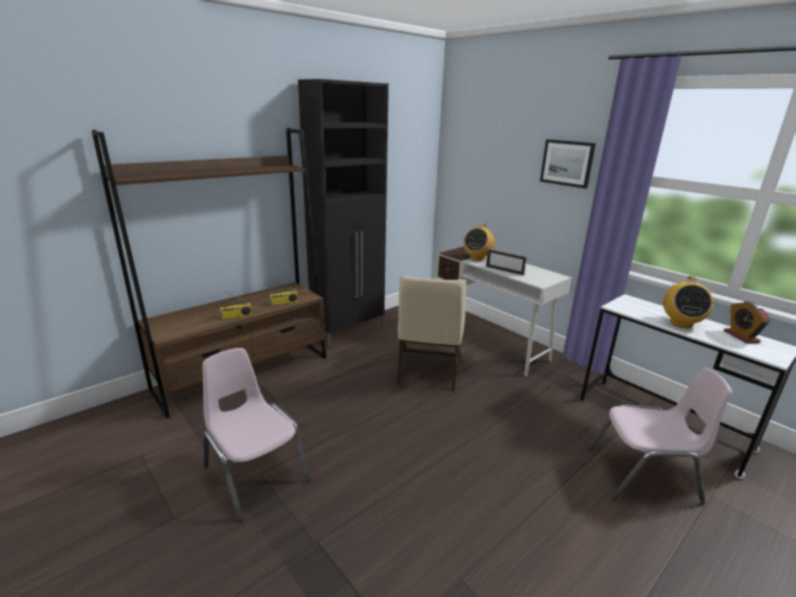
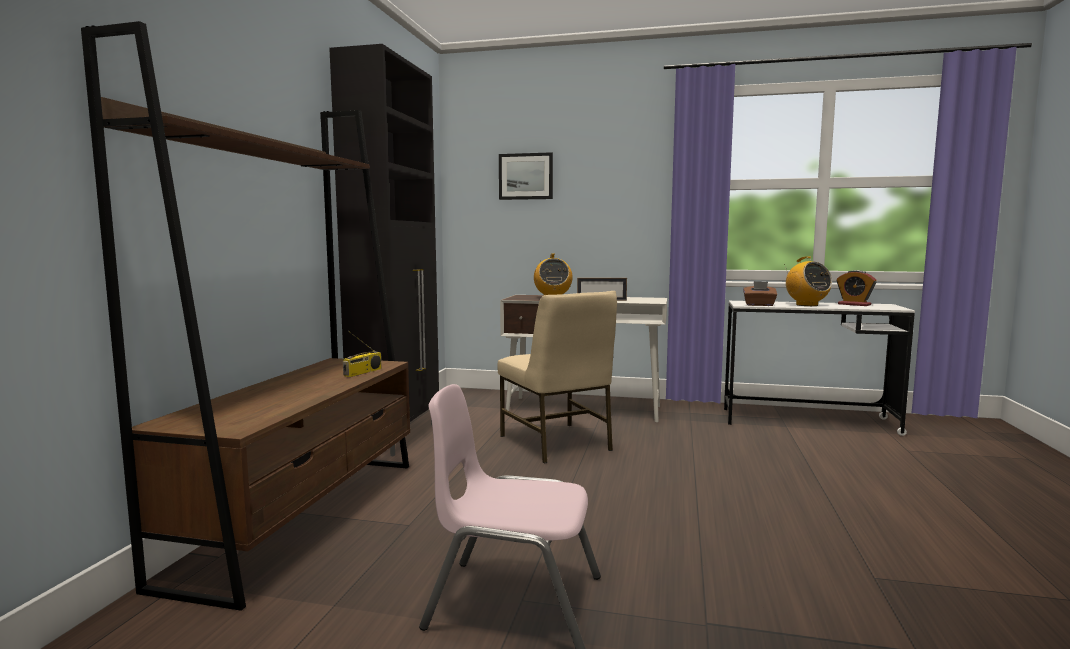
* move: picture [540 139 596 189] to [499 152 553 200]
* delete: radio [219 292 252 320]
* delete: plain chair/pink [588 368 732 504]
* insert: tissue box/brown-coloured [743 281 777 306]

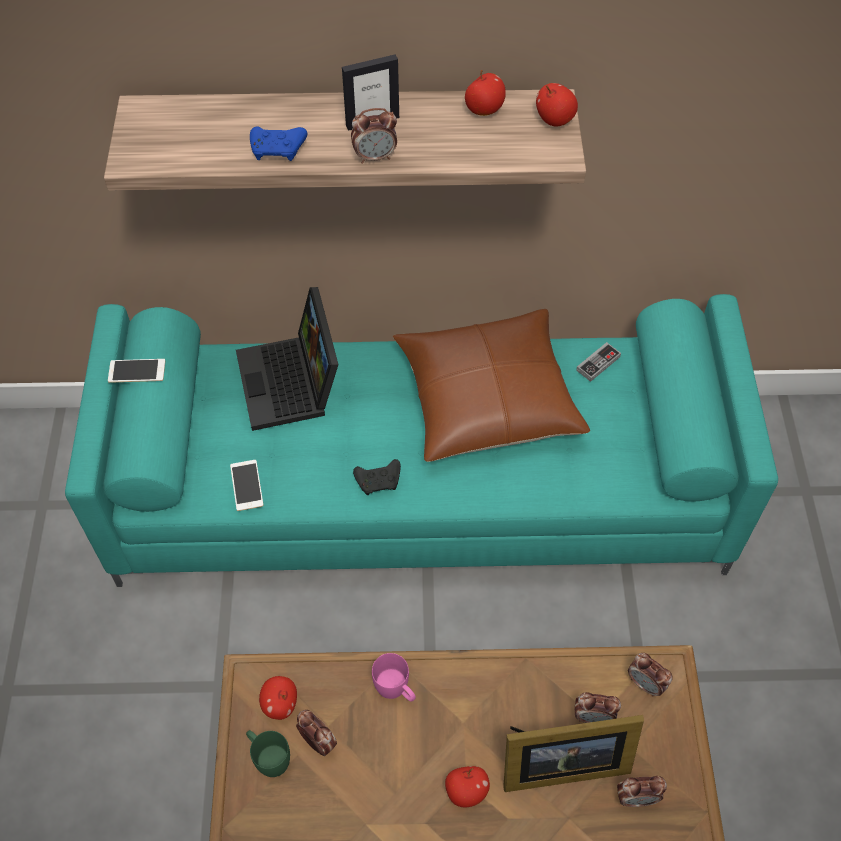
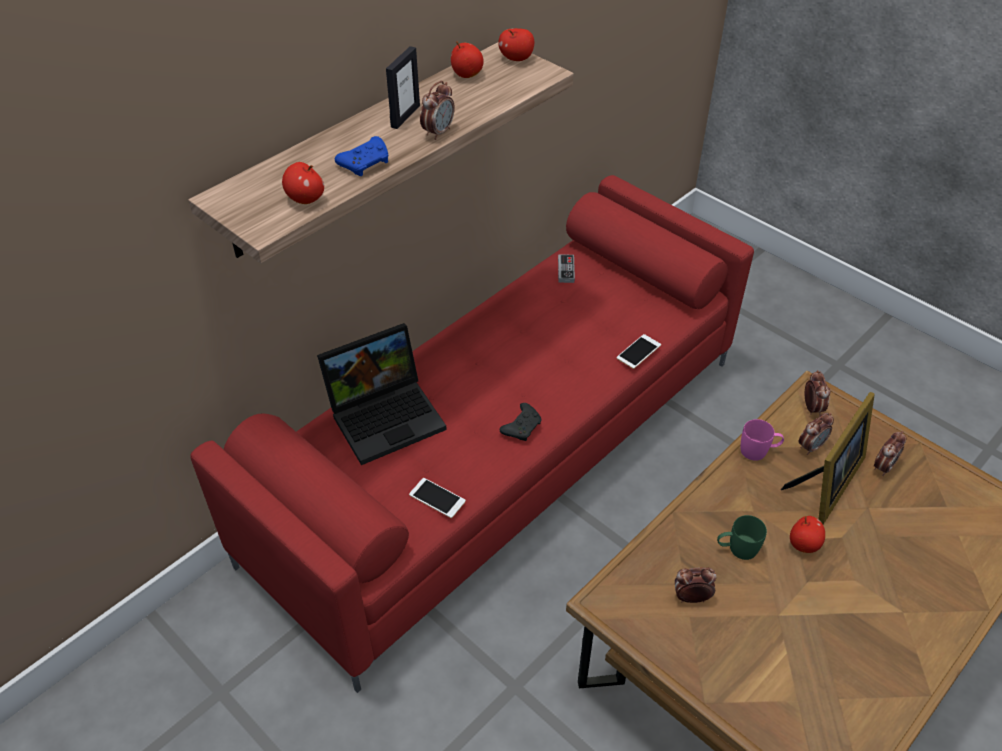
* rotate: portable computer [236 287 339 431] = [317 323 447 465] 60 degrees counterclockwise
* recolor: couch/turquoise-coloured [65 294 778 587] to couch/red [190 175 754 693]
* delete: pillow/brown-coloured [393 309 590 462]
* move: phone [108 359 165 383] to [616 334 661 369]
* move: tea mug/pink [372 653 416 702] to [741 419 784 461]
* rotate: table clock [628 653 673 696] = [805 370 830 416] 90 degrees counterclockwise
* move: whole apple [259 676 297 720] to [282 162 324 204]
* move: tea mug/green-coloured [246 730 290 777] to [717 515 767 560]

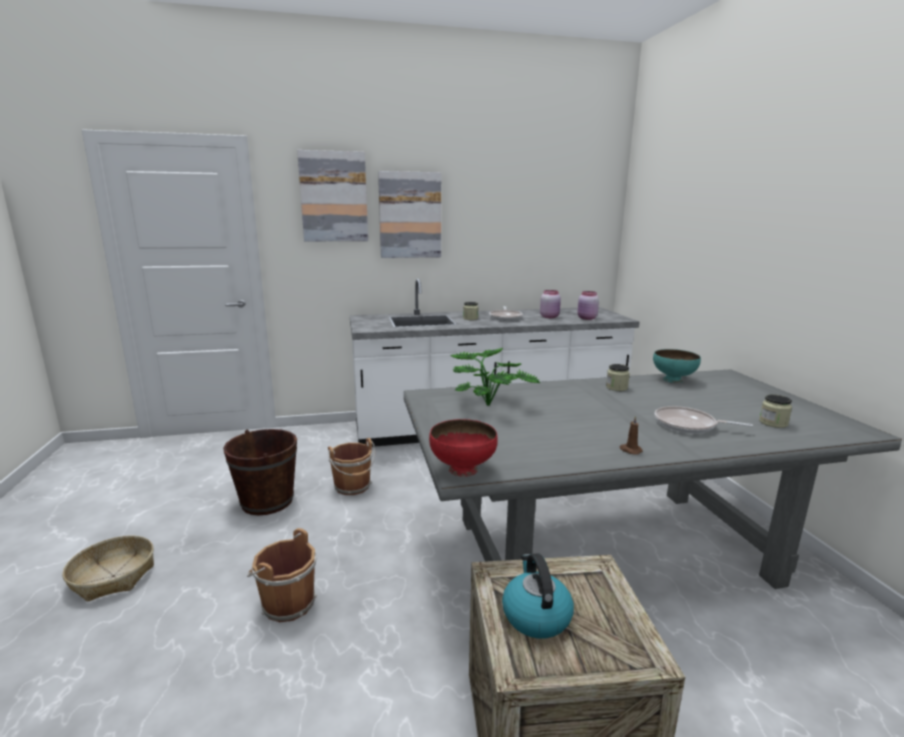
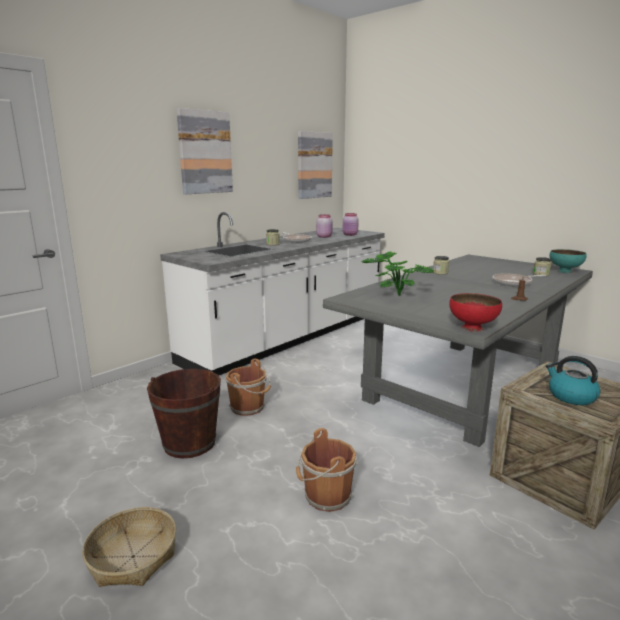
* move: picture [297 150 368 241] to [298 131 333 199]
* move: deep dish/turquoise-coloured [653 349 701 383] to [550 249 587 273]

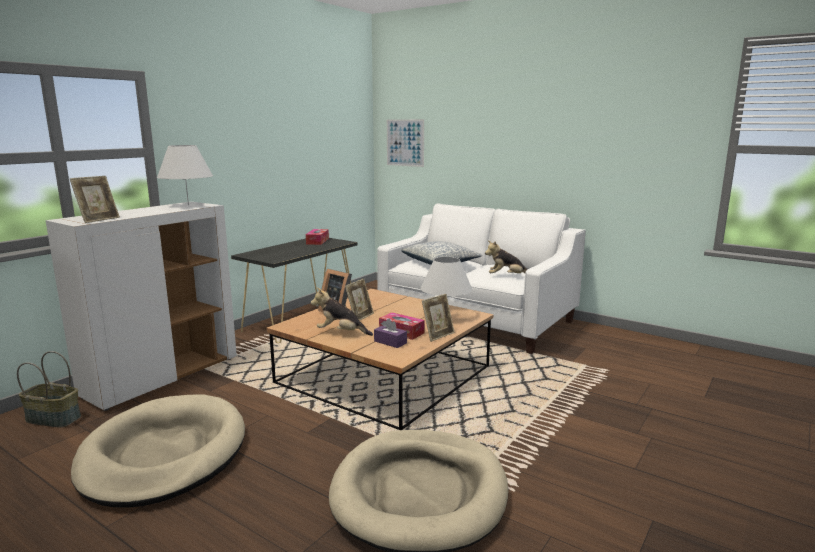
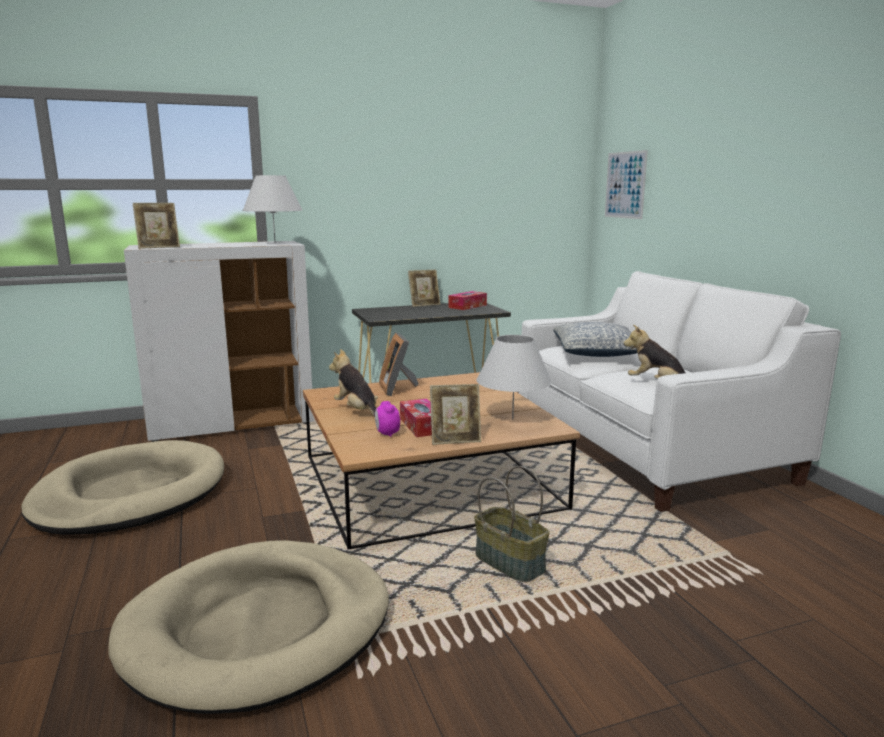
* move: standing frame [345 279 374 321] to [408 270 441 307]
* replace: tissue box/purple-coloured [374 318 407 348] to table clock [375 401 400 437]
* move: storage basket [17 351 81 428] to [474 466 549 582]

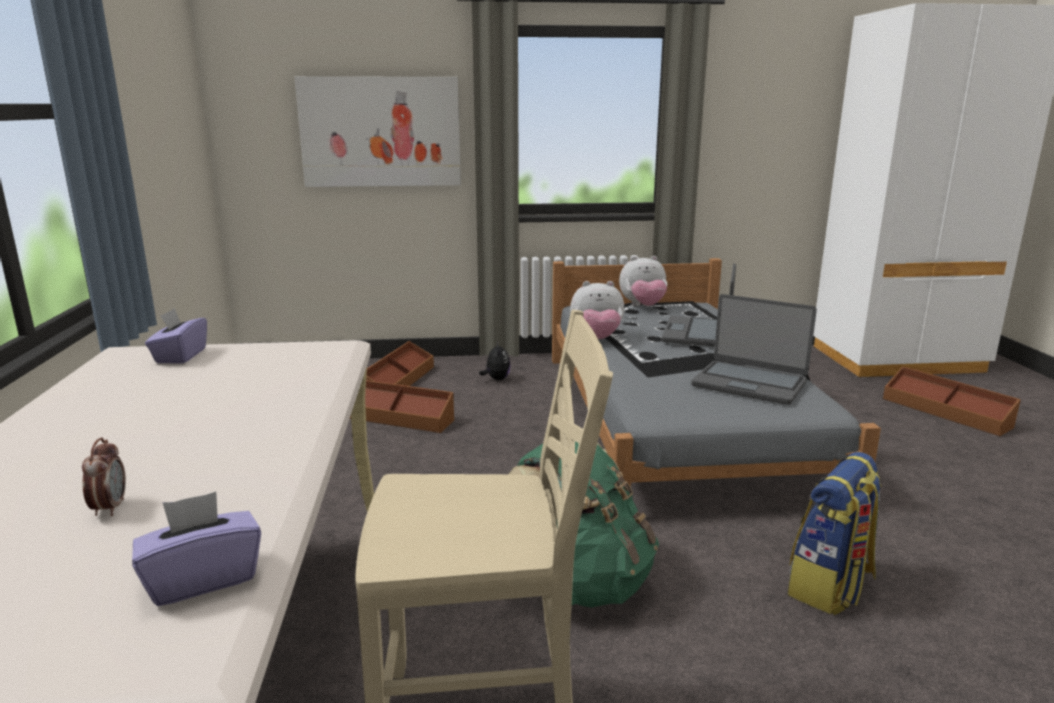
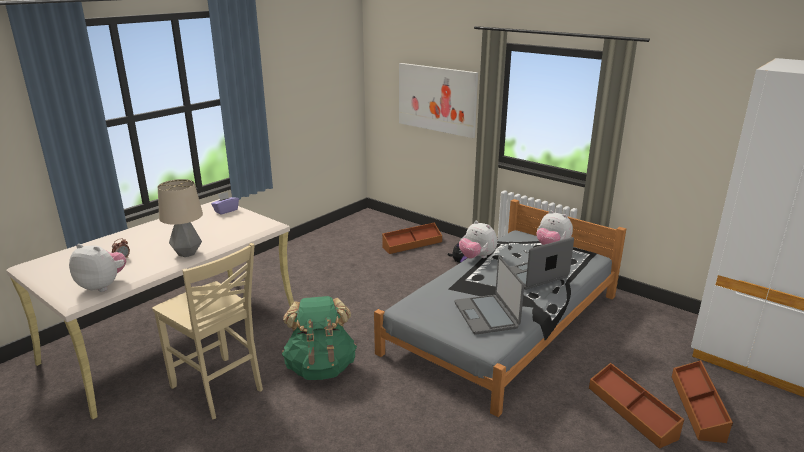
* move: storage box/brown-coloured [350 380 454 433] to [589 363 684 449]
* delete: backpack [788 452 881 615]
* replace: tissue box/purple-coloured [132 492 261 606] to plush toy [69 244 126 292]
* insert: tabletop lamp [158 179 203 257]

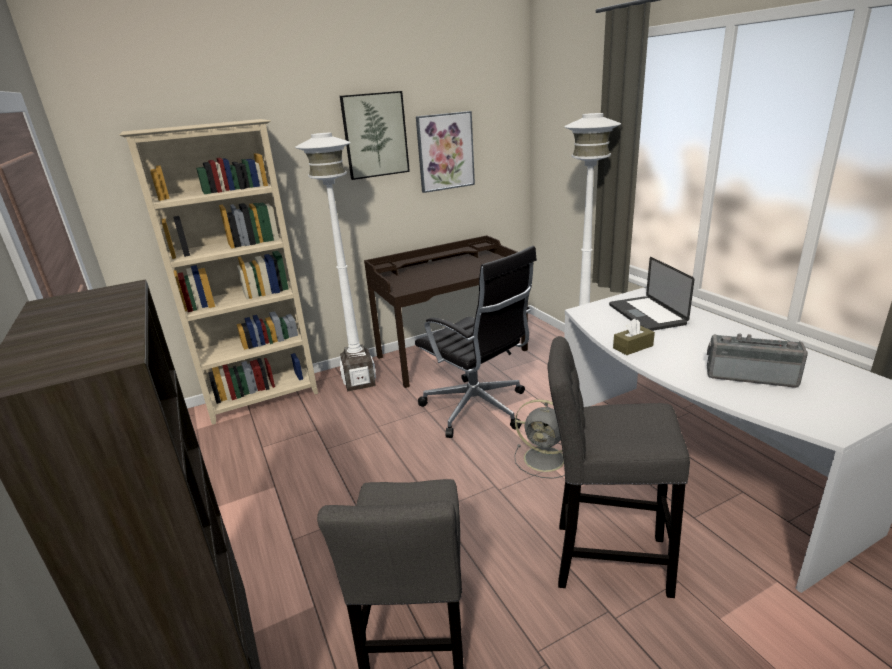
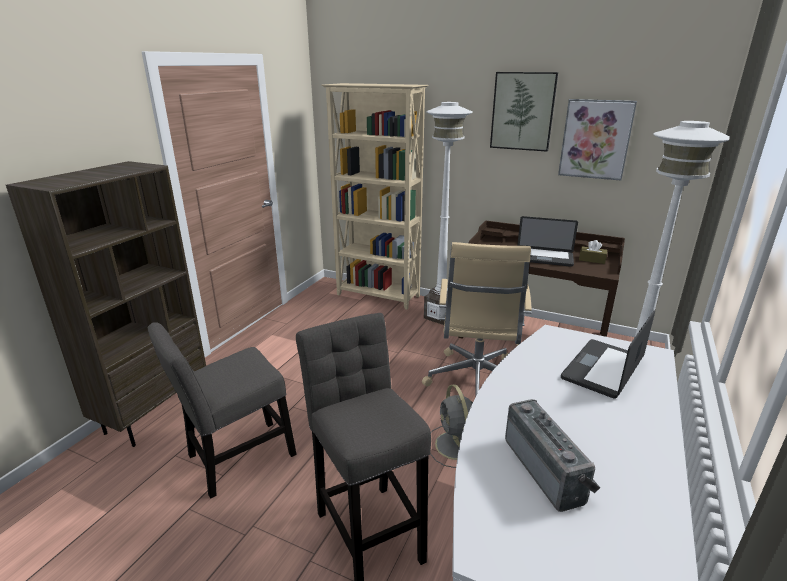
* recolor: computer chair/blackish [415 246 537 438] to computer chair/beige-coloured [422 242 532 395]
* move: tissue box/brown-coloured [613 319 655 355] to [579 240 607 264]
* insert: portable computer [517 216 578 267]

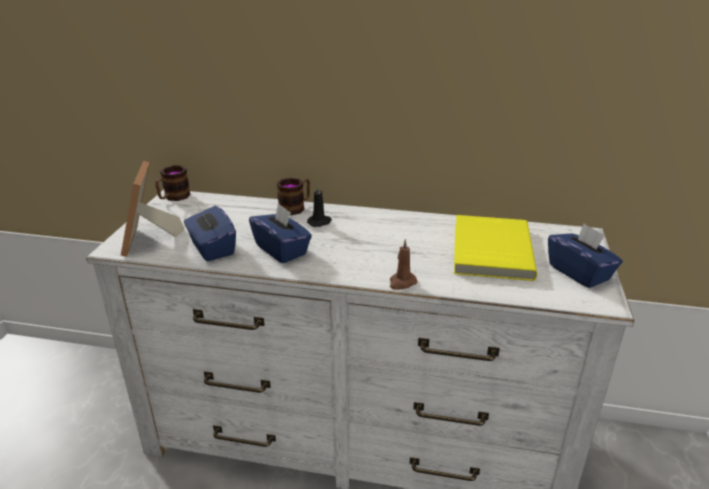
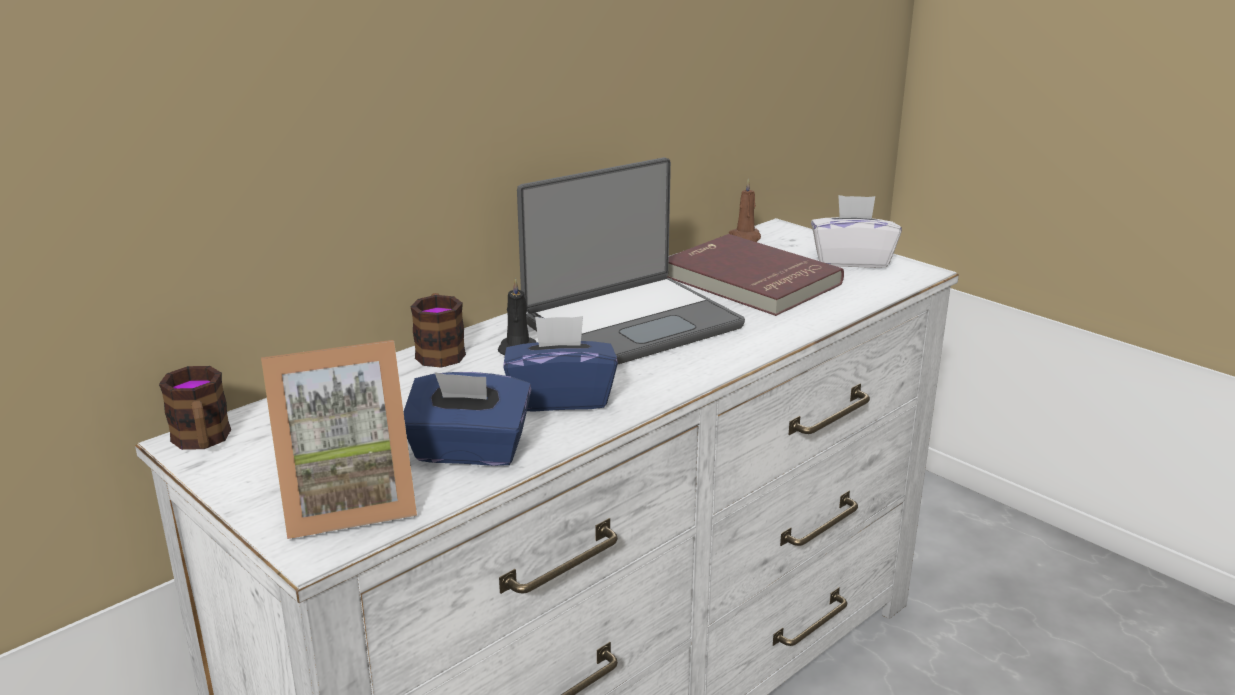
* rotate: standing frame [121 161 185 257] = [261 340 417 539] 45 degrees counterclockwise
* recolor: bound book/yellowish [454 215 537 281] to bound book/red [667 234 844 316]
* recolor: tissue box/blue [548 223 623 288] to tissue box/white-coloured [811 195 902 268]
* move: wax candle/brown-coloured [390 239 417 290] to [729 178 761 242]
* insert: portable computer [517 157 745 365]

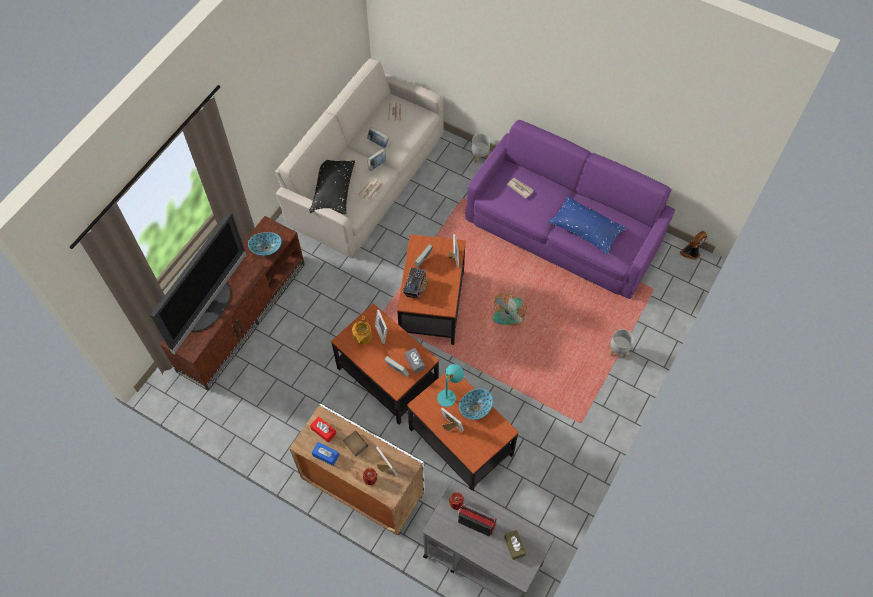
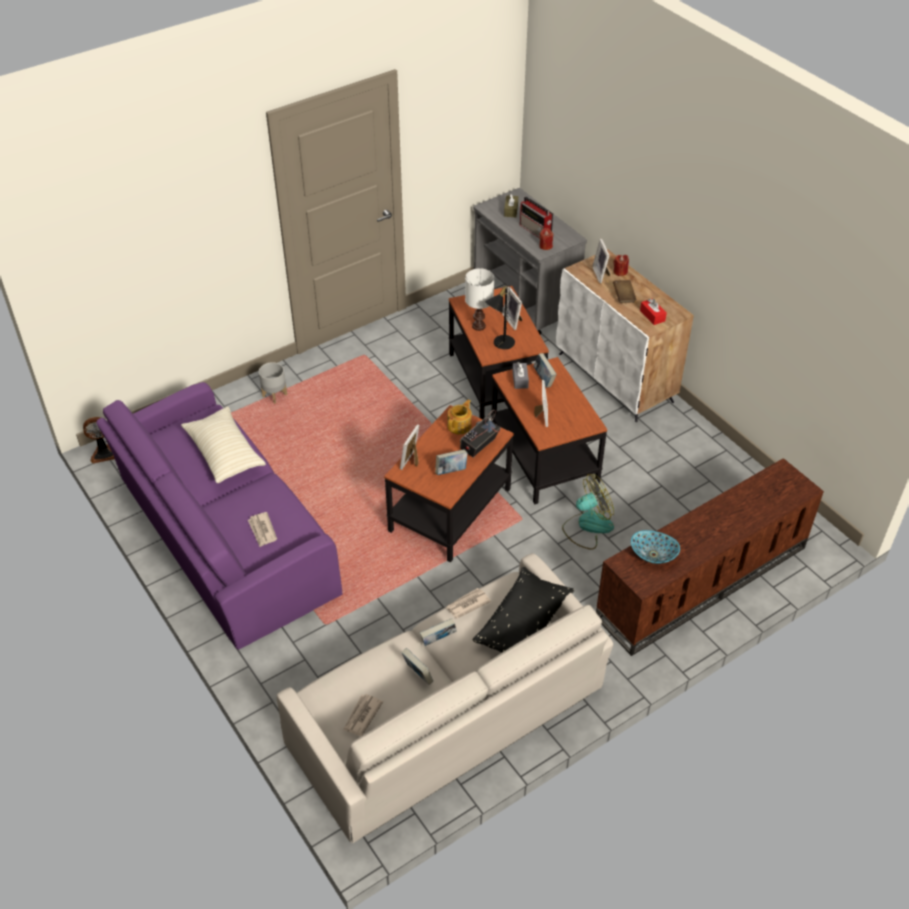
* delete: planter/greyish [471 134 490 163]
* recolor: pillow/blue [548 196 626 255] to pillow/beige-coloured [181 407 266 483]
* delete: TV [150 211 246 355]
* move: fan [492 293 526 326] to [562 474 614 549]
* move: pot for tea [352 316 372 344] to [447 400 472 434]
* recolor: tabletop lamp/turquoise-coloured [437 364 464 407] to tabletop lamp/blackish [485 285 515 349]
* replace: deep dish [459 389 493 420] to tabletop lamp/white-coloured [465 268 494 331]
* delete: tissue box/blue [312 442 339 466]

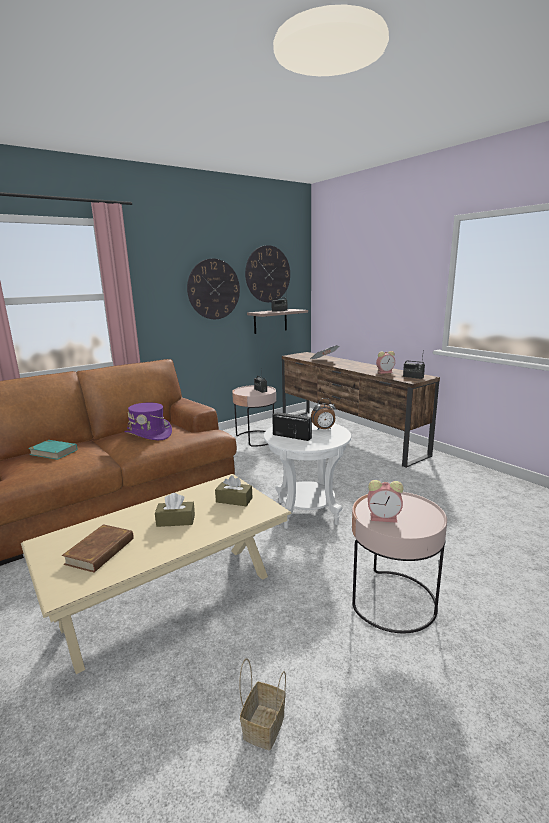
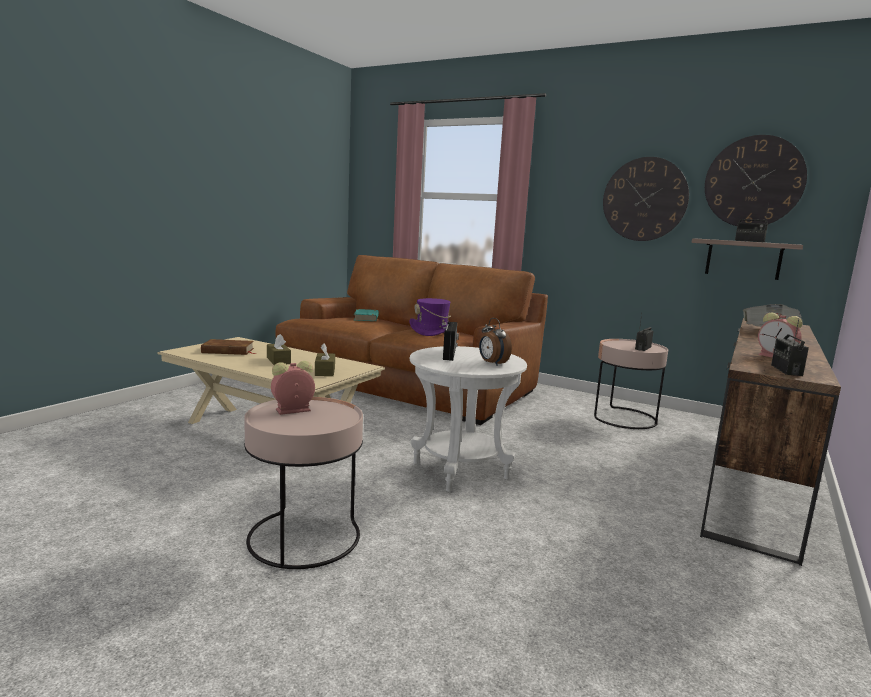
* rotate: table clock [368 480 403 523] = [271 361 315 415] 75 degrees clockwise
* delete: storage basket [239 658 286 750]

